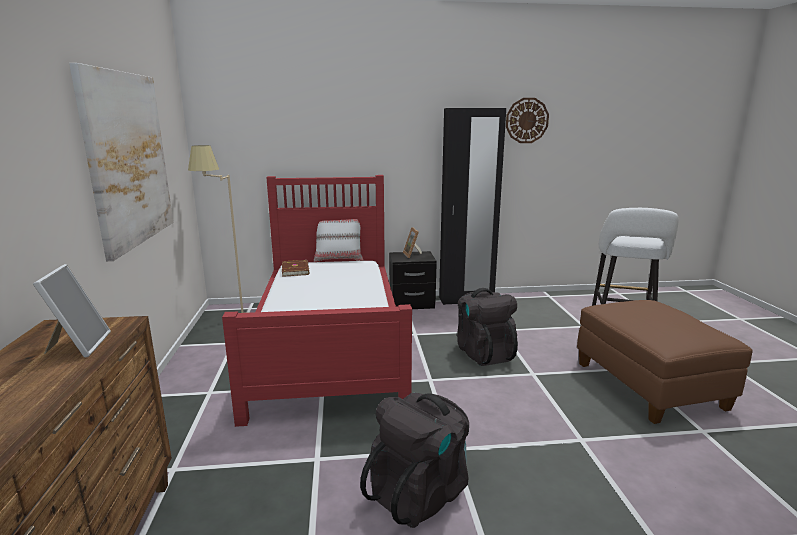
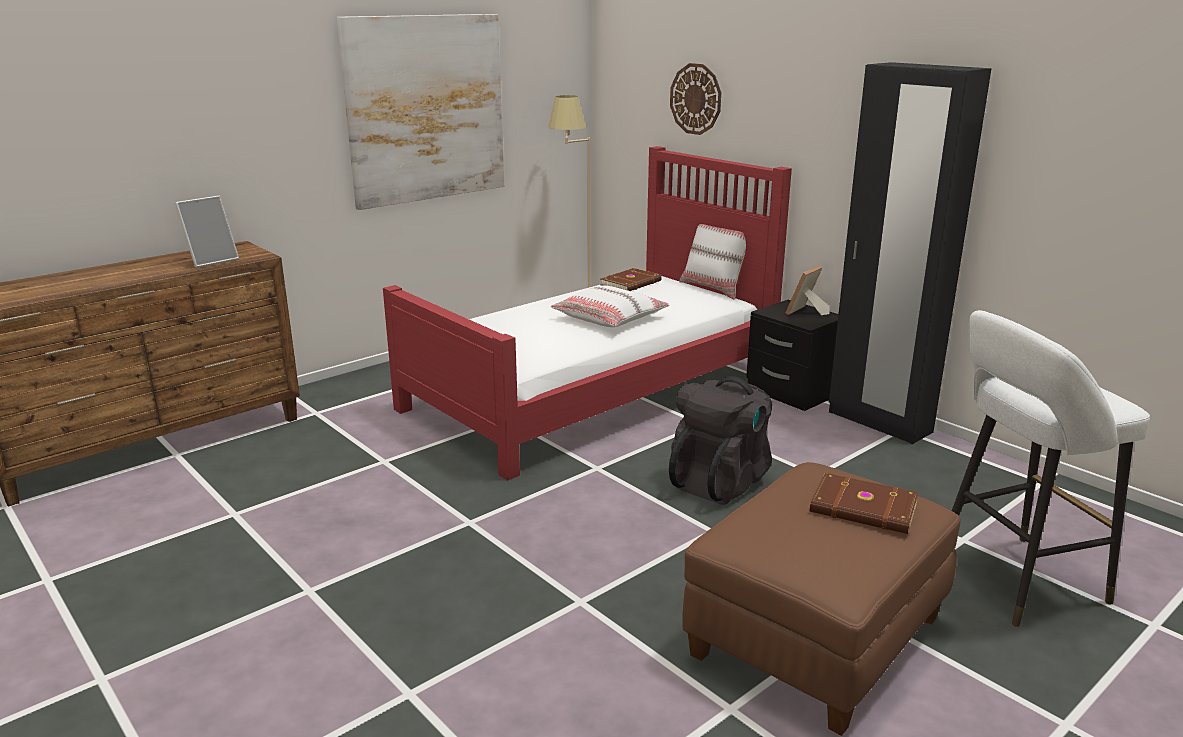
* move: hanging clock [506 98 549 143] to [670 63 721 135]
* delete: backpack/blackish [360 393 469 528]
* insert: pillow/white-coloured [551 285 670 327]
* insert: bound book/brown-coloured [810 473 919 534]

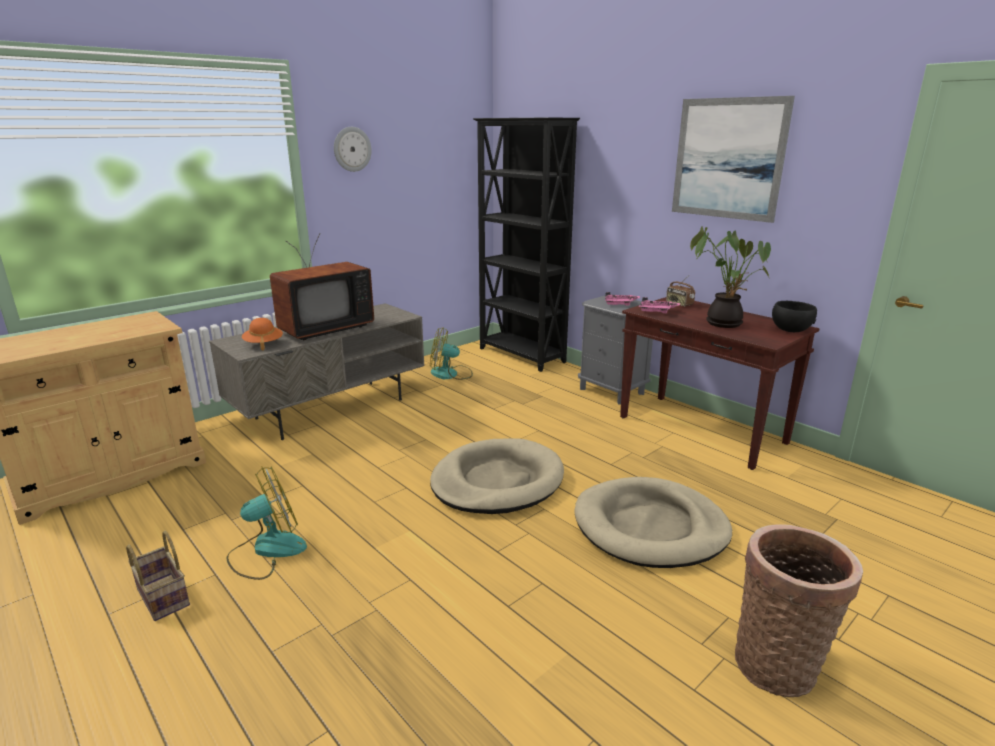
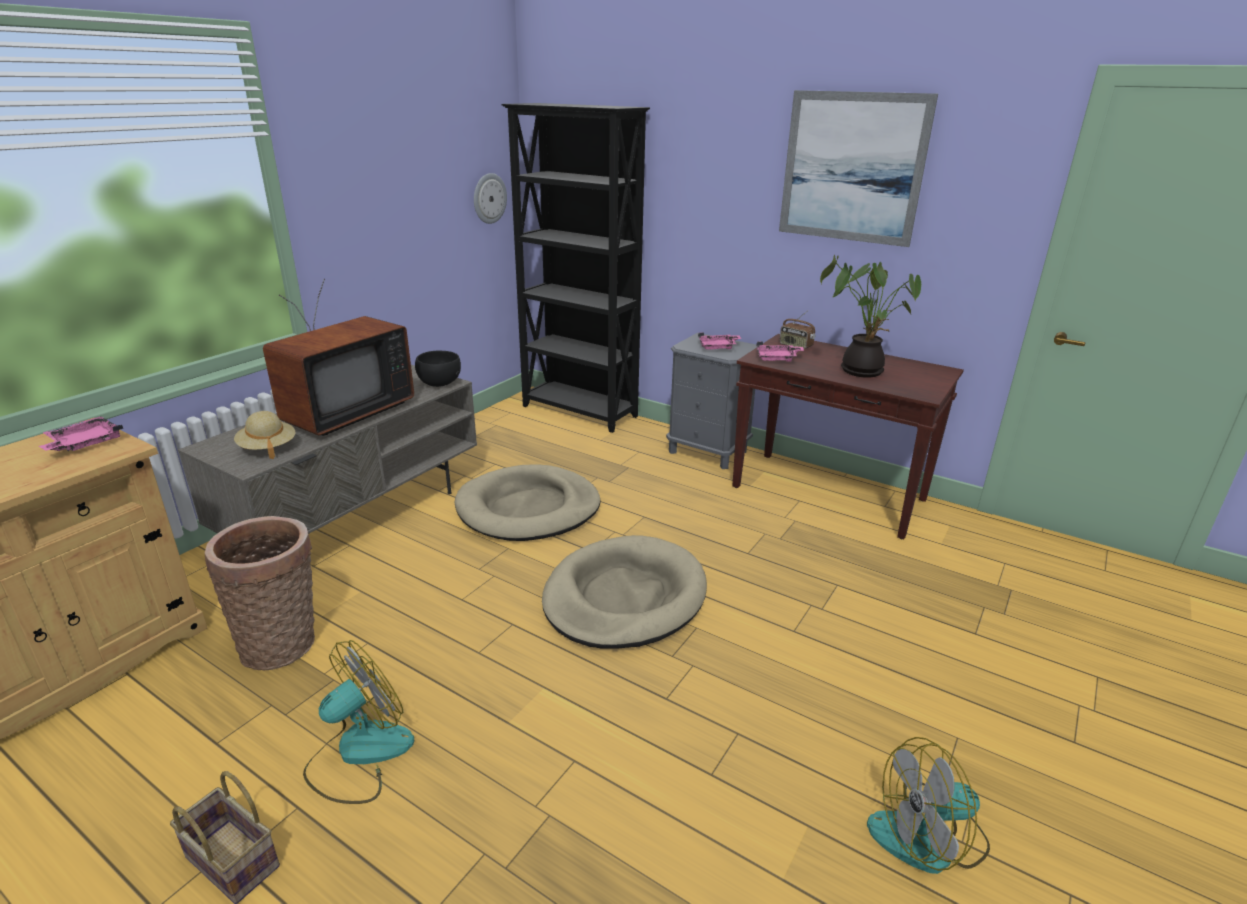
* move: hanging clock [334 127 372 172] to [474 173 507 224]
* move: deep dish/blackish [772 301 817 332] to [415 350 461 387]
* recolor: clothing hat/orangey [242 318 283 351] to clothing hat/beige-coloured [234 411 295 459]
* move: fan [430 327 473 380] to [867 737 990 874]
* move: dog cushion/beige-coloured [574 477 732 568] to [454 464 601 541]
* move: storage basket [735 524 863 697] to [205 516 315 671]
* insert: carrying tray/pink [39 417 123 451]

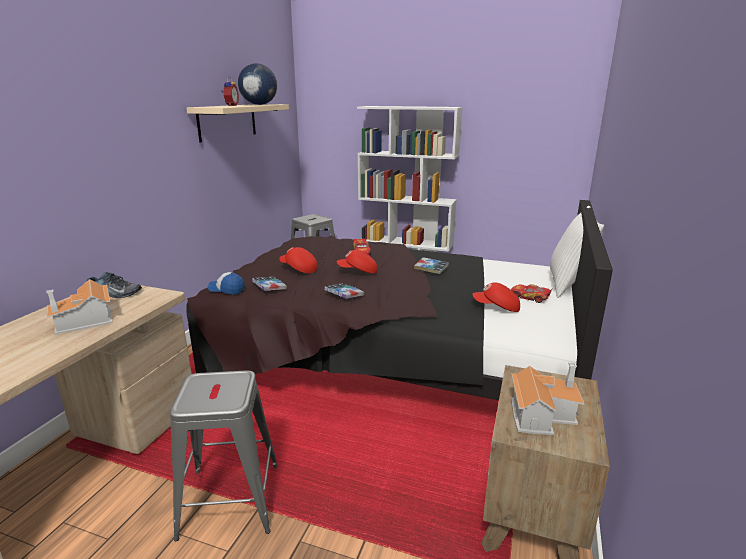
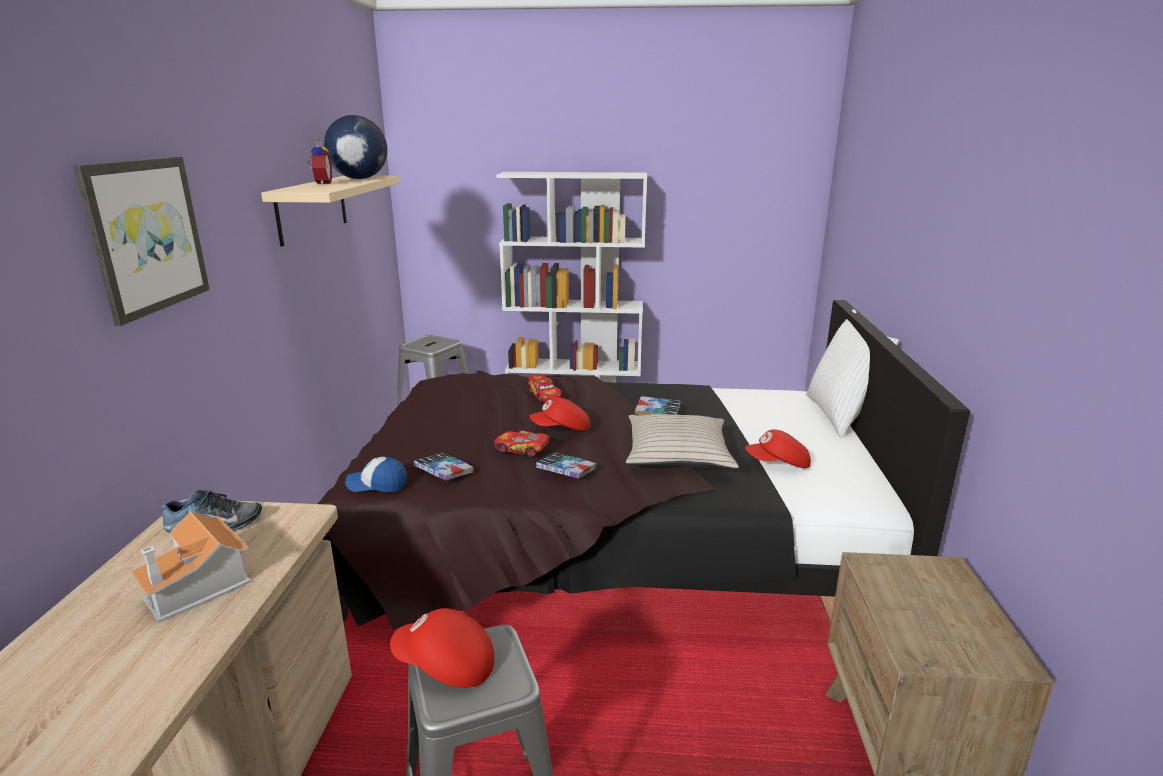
* move: cap/red [279 247 317 273] to [390 608 494 688]
* move: miniature car [511 284 553 303] to [494 430 551 457]
* delete: toy house [511 362 584 435]
* insert: picture [73 157 210 326]
* insert: pillow/beige-coloured [626 414 739 469]

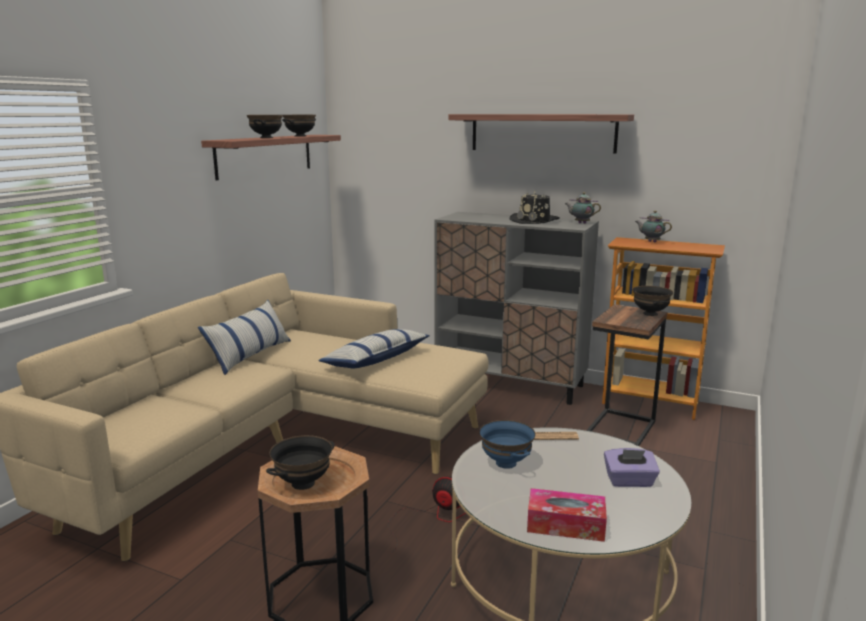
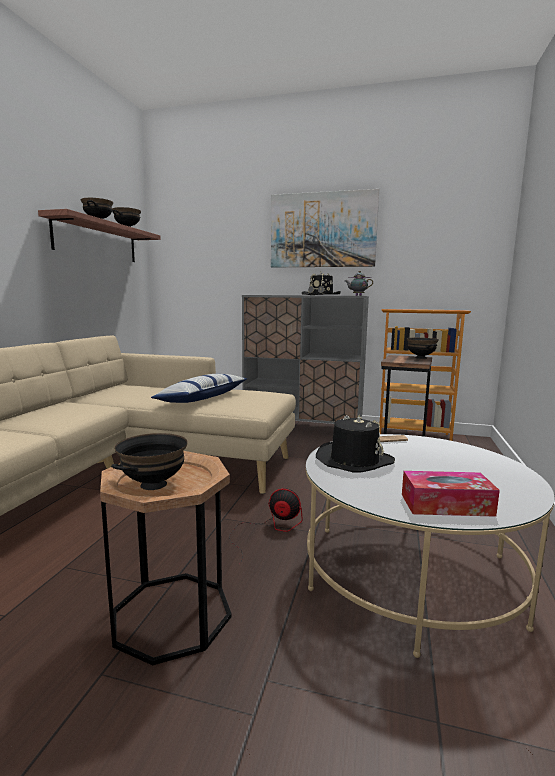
* replace: wall shelf [448 114 634 154] to picture [271 189 379 268]
* delete: pot for tea [635 211 672 242]
* delete: pillow [198 300 291 375]
* replace: deep dish/blue [479 420 535 469] to clothing hat/blackish [316 415 395 472]
* delete: tissue box/purple-coloured [604 448 660 487]

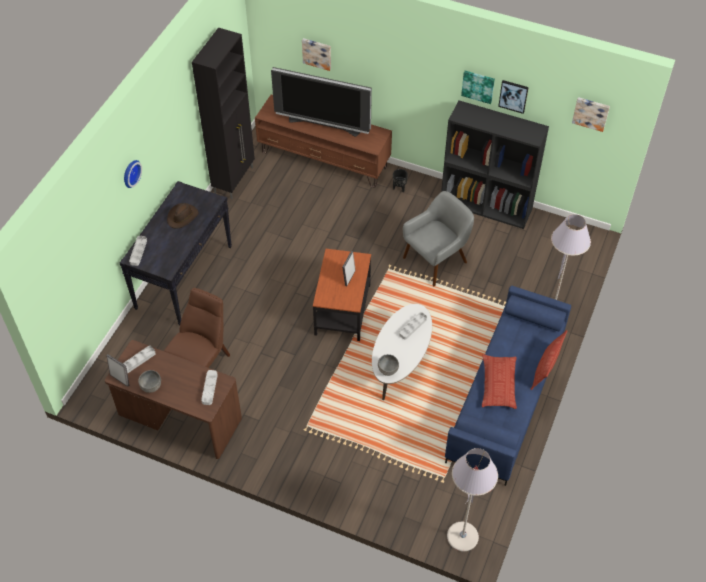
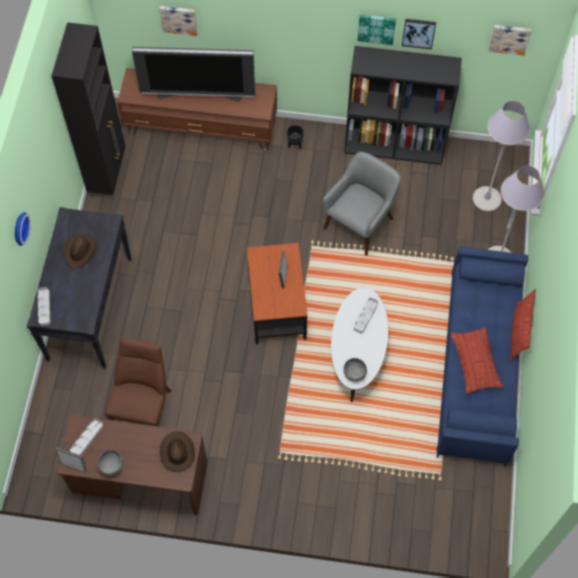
* replace: carrying tray/greyish [201 370 218 405] to clothing hat/brown-coloured [160 431 195 472]
* move: standard lamp/greyish [447 448 498 551] to [473 101 530 211]

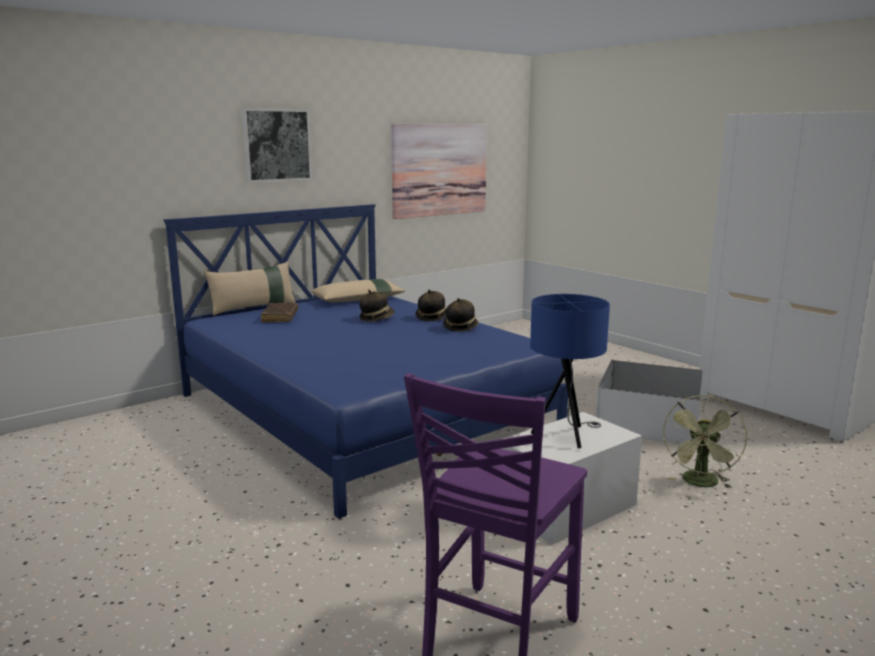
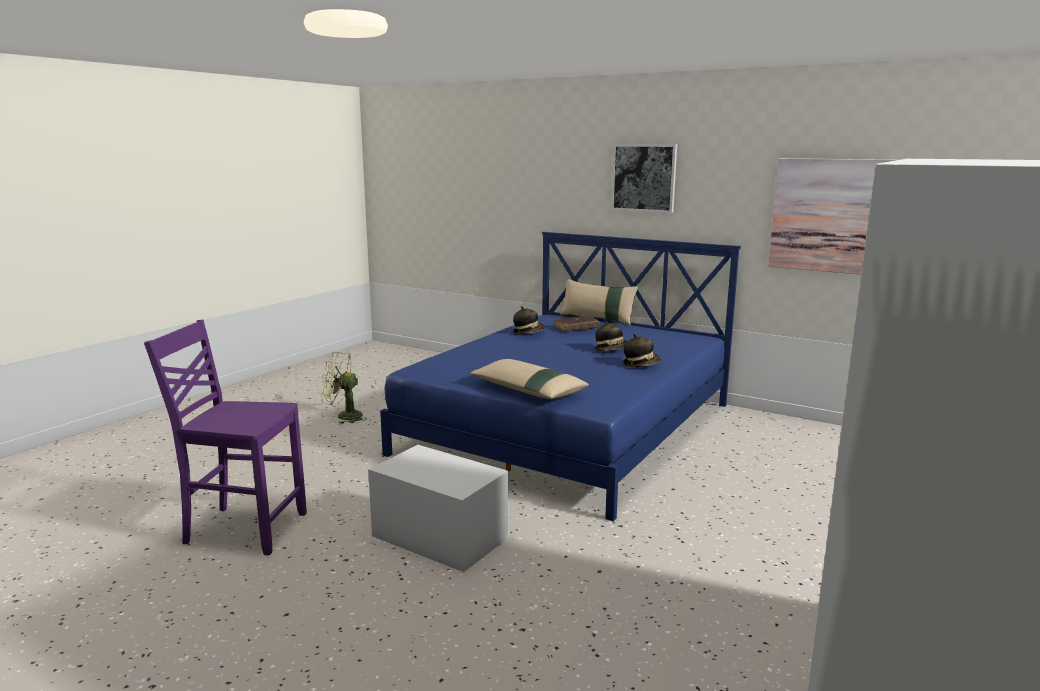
* move: pillow/beige-coloured [311 279 405 302] to [470 359 589 399]
* delete: tabletop lamp/blue [530 294 610 449]
* move: clothing hat [443 298 479 332] to [513 306 545 335]
* delete: storage box/white-coloured [596 359 703 444]
* move: fan/green-coloured [662 395 747 488] to [320 352 366 424]

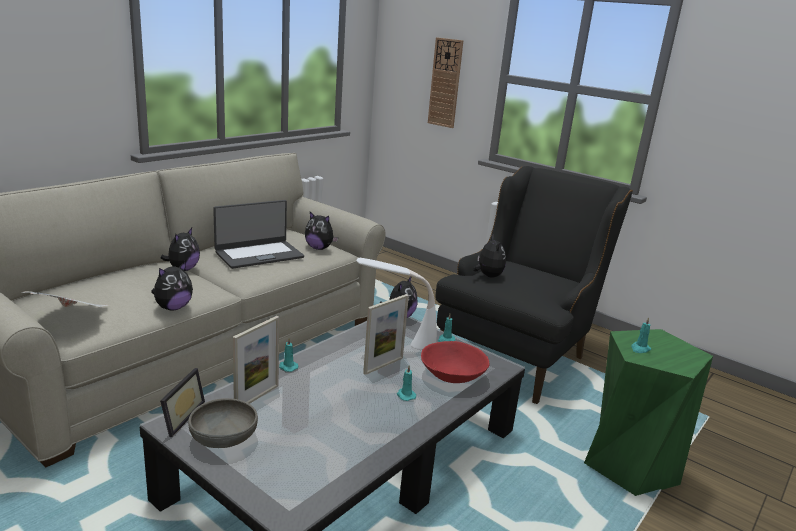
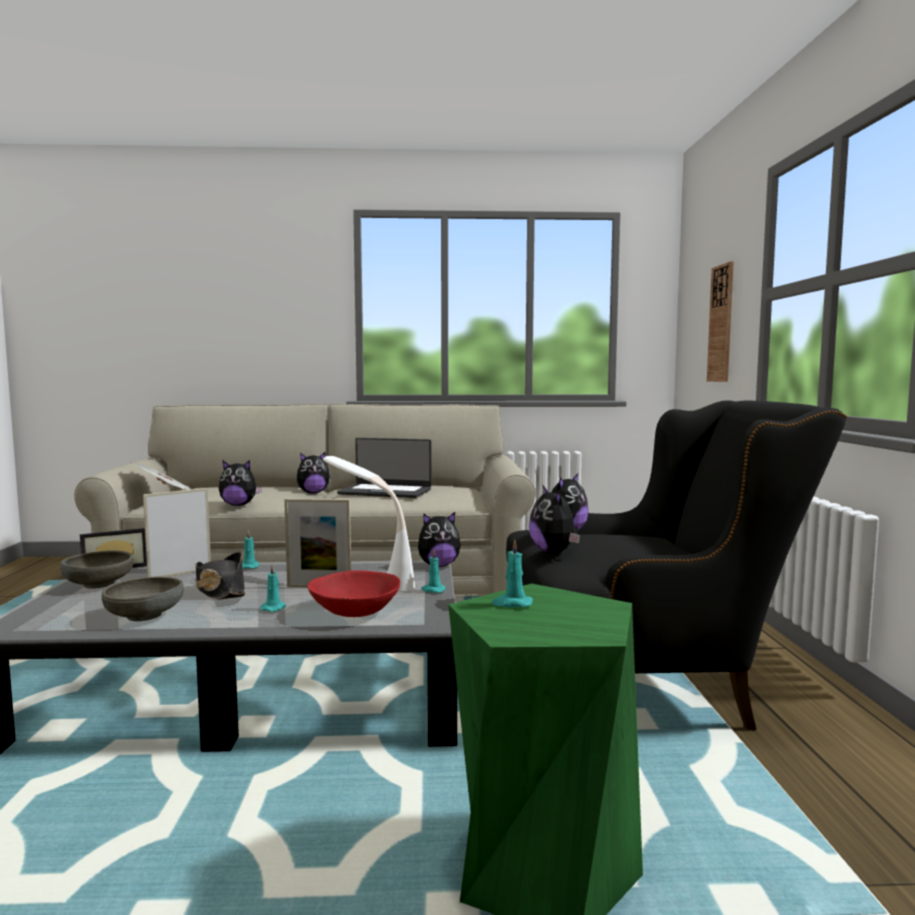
* move: plush toy [305 212 338 250] to [529 484 580 554]
* rotate: standing frame [233 316 279 404] = [143 488 211 577] 150 degrees clockwise
* insert: clothing hat/blackish [196 552 245 600]
* insert: deep dish/greyish [102 577 184 621]

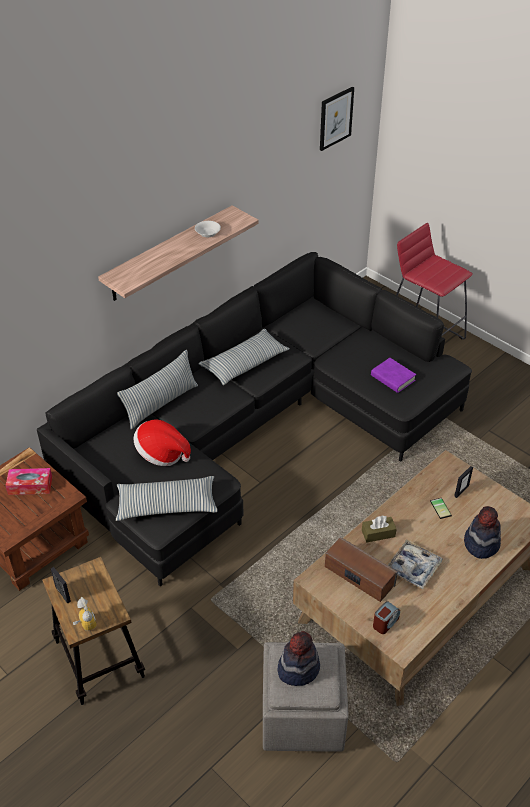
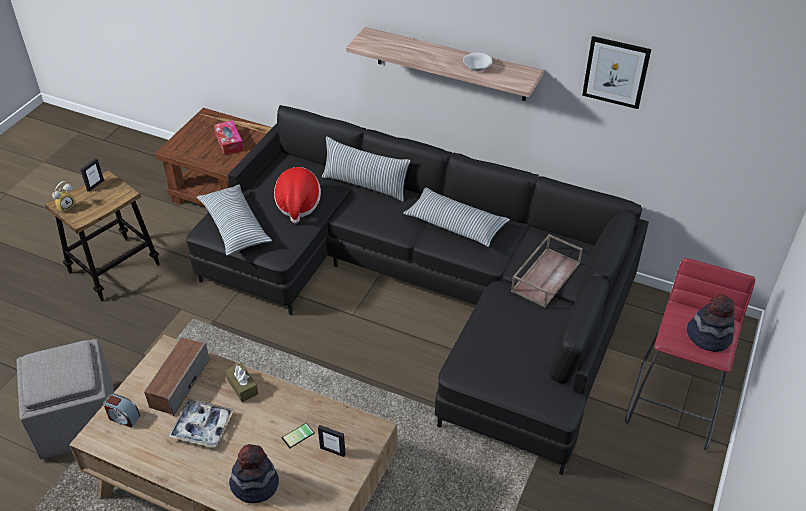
* move: picture [320 87 354 151] to [582 36 651 109]
* delete: bound book/purple-coloured [371 358 416 393]
* move: clothing hat [277 631 320 686] to [687 295 735 352]
* insert: carrying tray/brown-coloured [511 234 583 308]

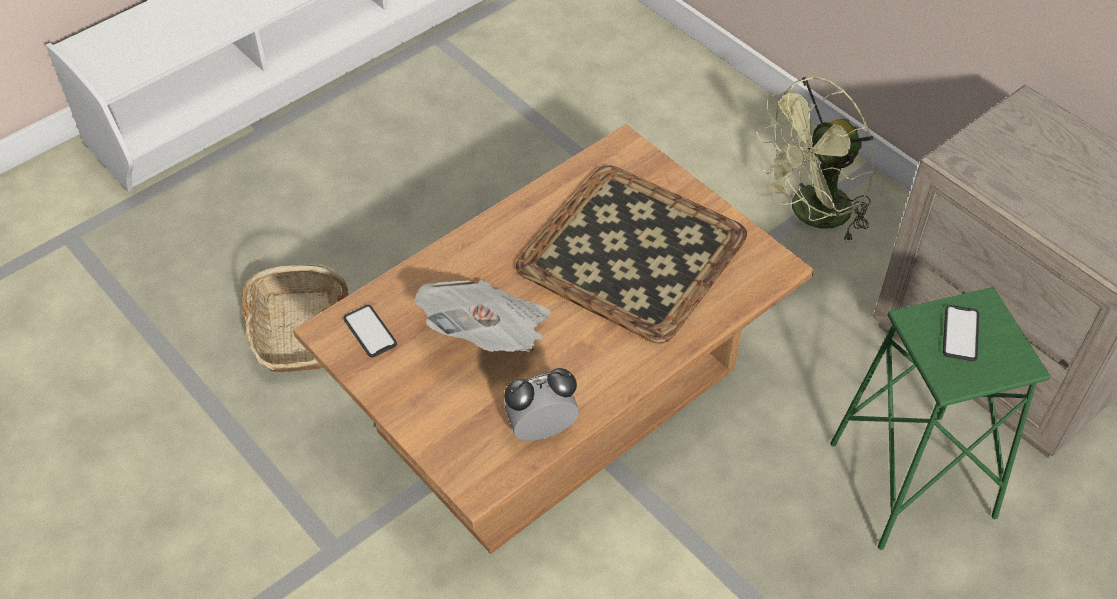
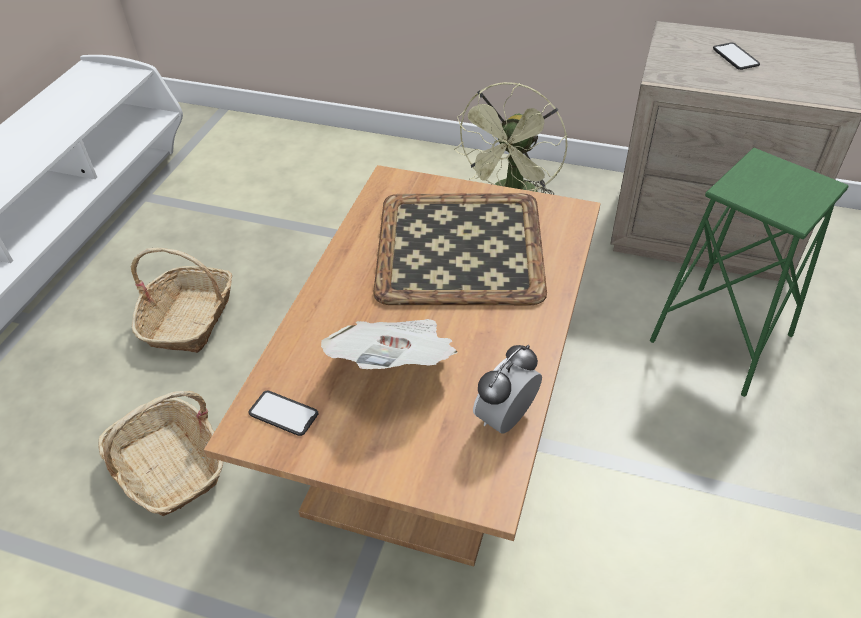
* move: phone [943 305 979 361] to [713 42 760 70]
* insert: storage basket [131 248 232 353]

